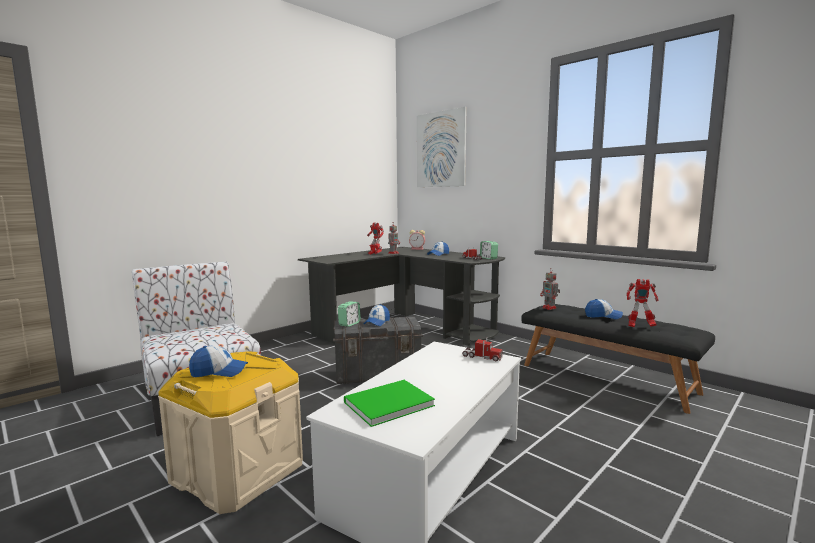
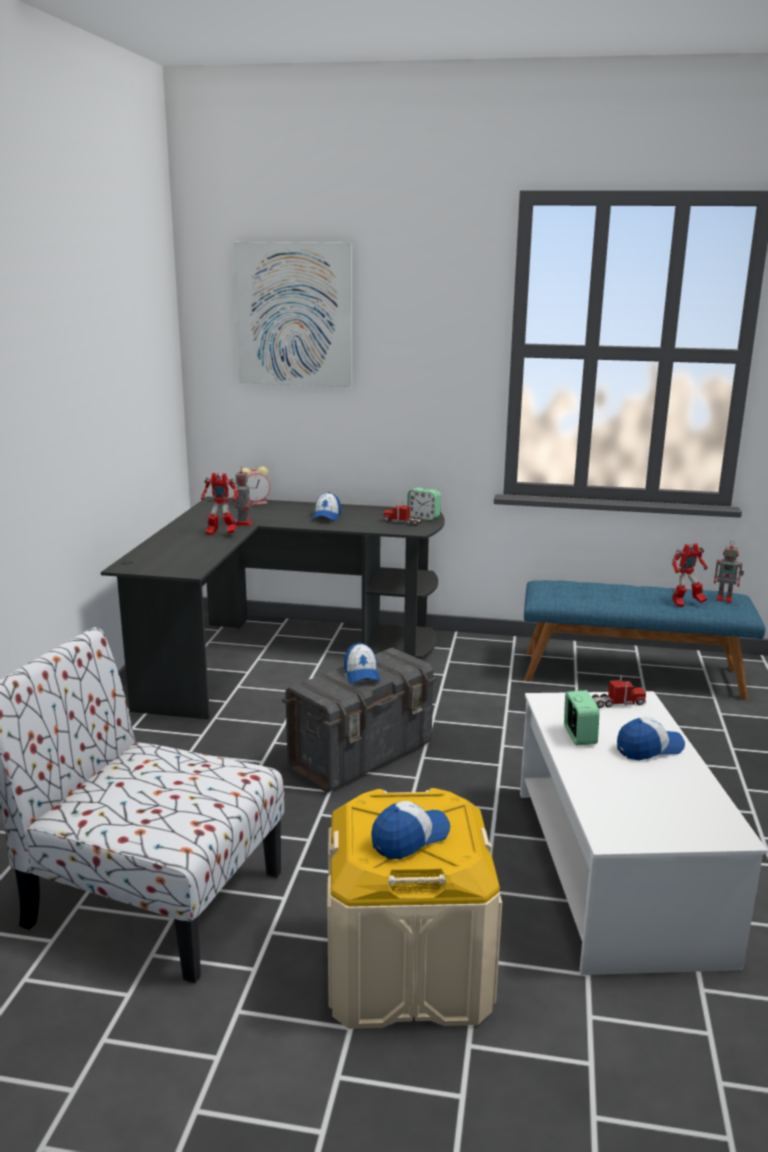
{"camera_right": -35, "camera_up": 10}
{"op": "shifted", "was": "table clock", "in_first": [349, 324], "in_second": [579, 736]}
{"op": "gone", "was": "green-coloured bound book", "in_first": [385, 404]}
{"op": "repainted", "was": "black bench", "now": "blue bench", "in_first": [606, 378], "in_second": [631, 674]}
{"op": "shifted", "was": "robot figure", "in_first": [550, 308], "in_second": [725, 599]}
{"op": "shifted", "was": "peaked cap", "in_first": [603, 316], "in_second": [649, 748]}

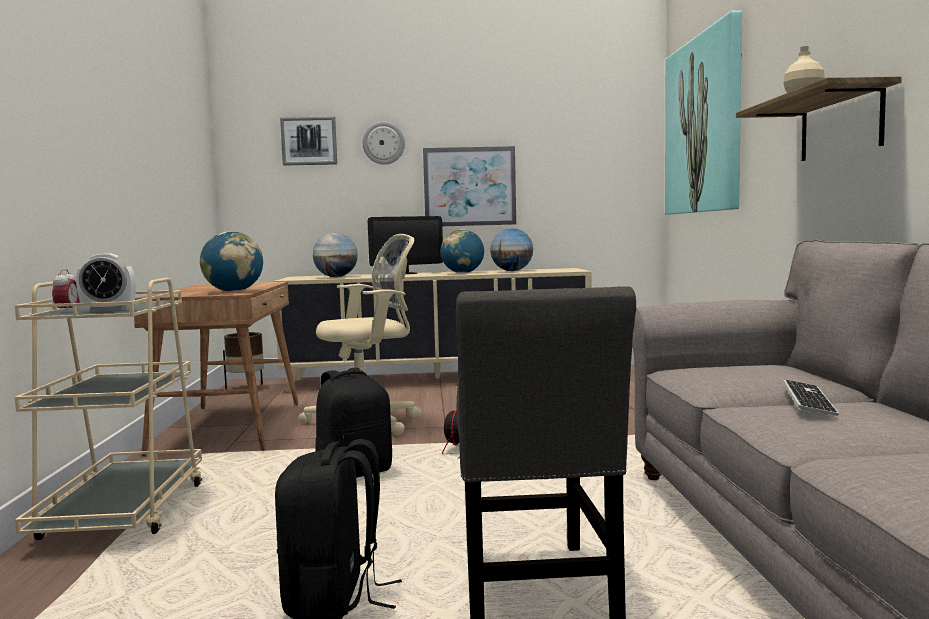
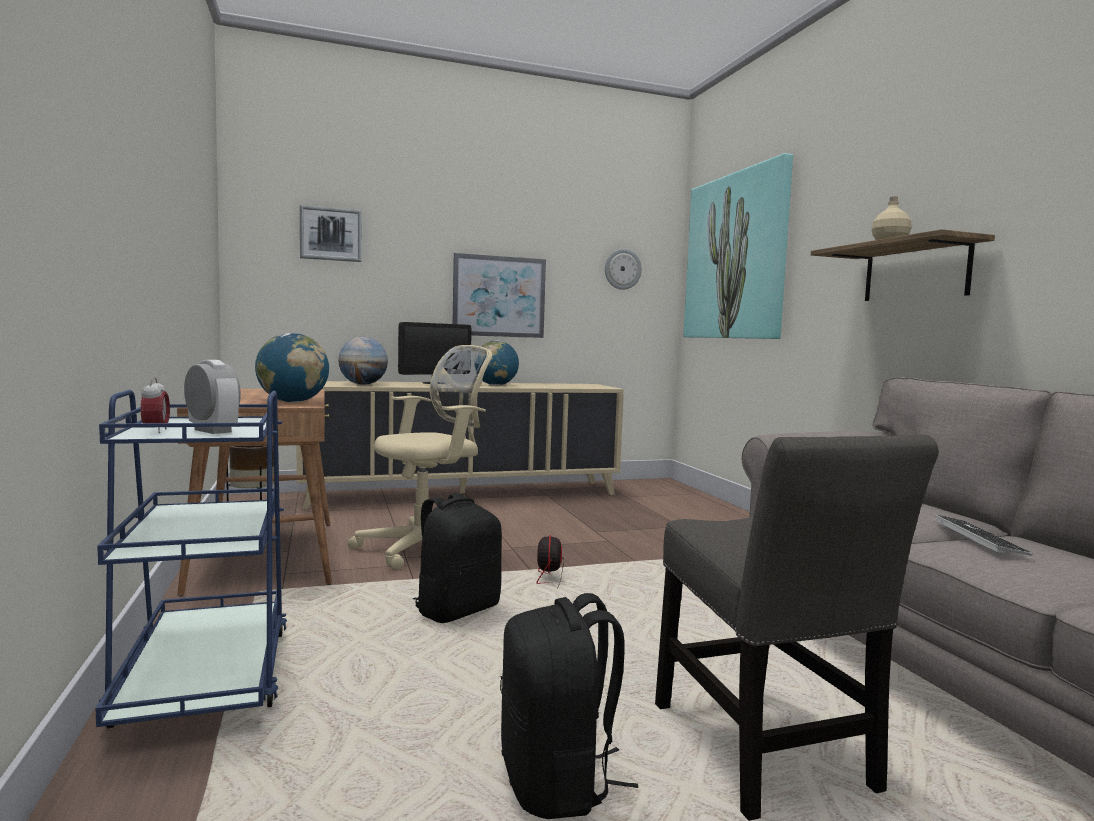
{"camera_right": -15, "camera_up": 0}
{"op": "repainted", "was": "beige wheeled cart", "now": "blue wheeled cart", "in_first": [123, 512], "in_second": [206, 678]}
{"op": "rotated", "was": "table clock", "in_first": [108, 310], "in_second": [212, 431], "clockwise": -120}
{"op": "shifted", "was": "clock on the wall", "in_first": [383, 143], "in_second": [622, 269]}
{"op": "gone", "was": "globe", "in_first": [511, 271]}

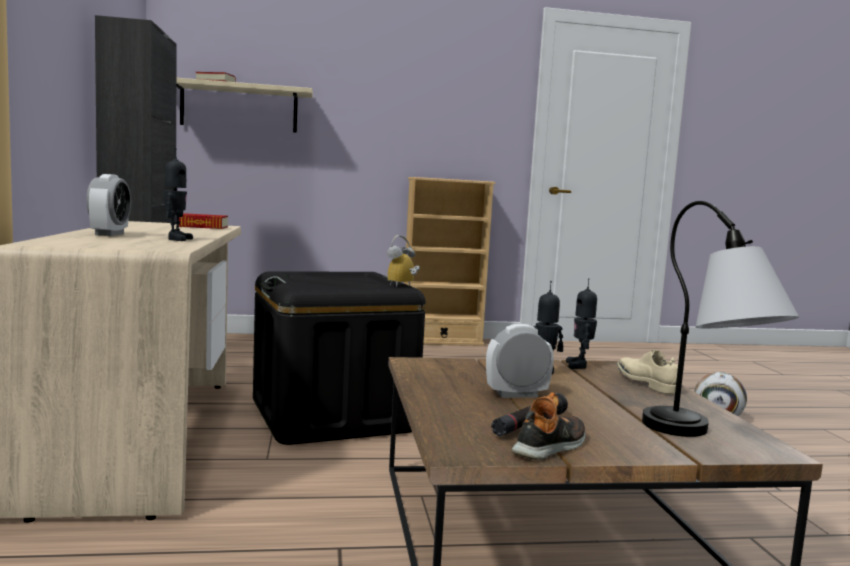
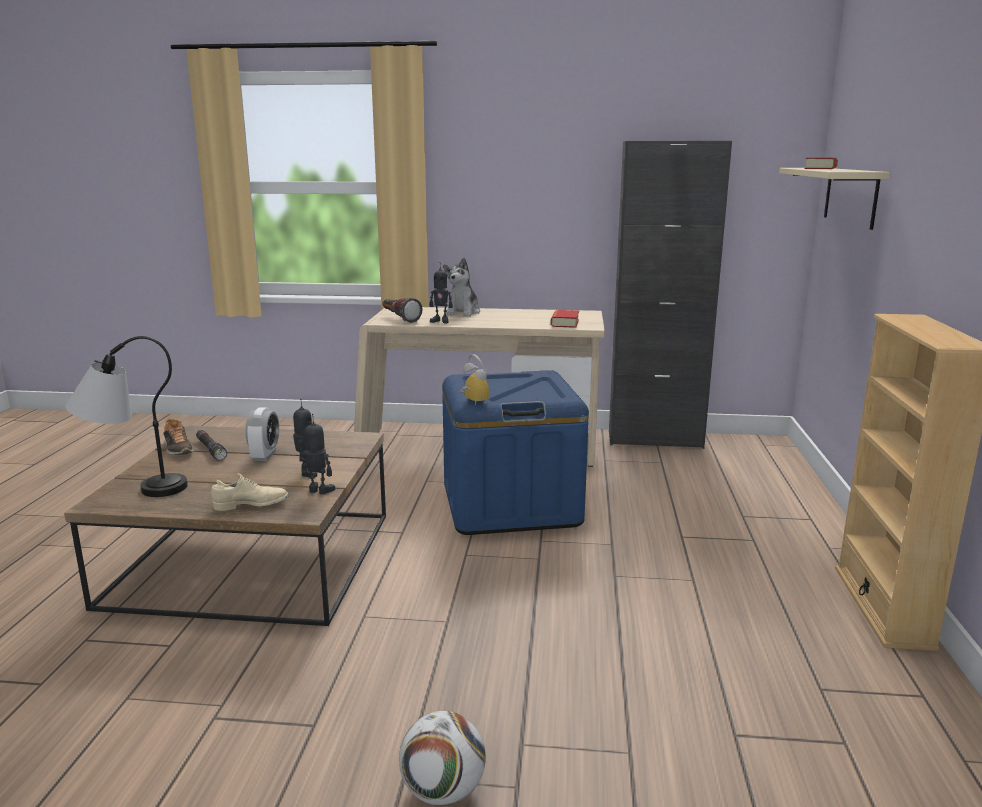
{"camera_right": 105, "camera_up": 10}
{"op": "swapped", "was": "table clock", "now": "soft toy", "in_first": [109, 234], "in_second": [463, 312]}
{"op": "repainted", "was": "black storage container", "now": "blue storage container", "in_first": [332, 415], "in_second": [510, 505]}
{"op": "new", "now": "flashlight", "in_second": [399, 319]}

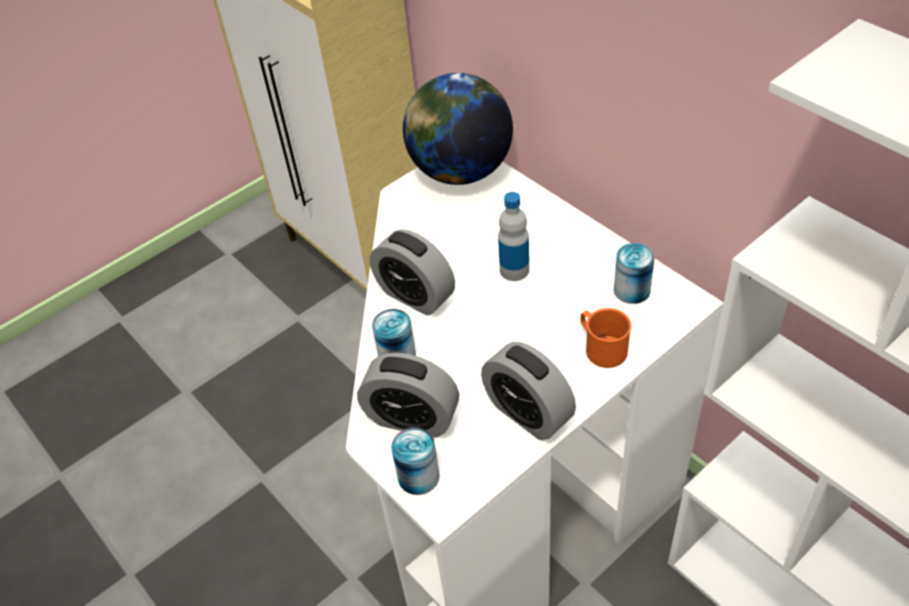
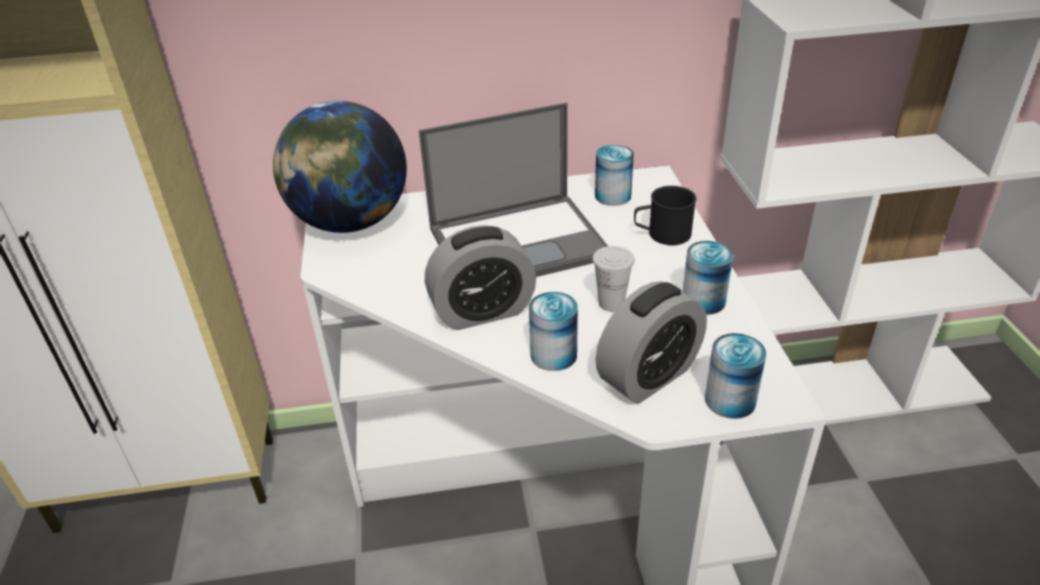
{"camera_right": -60, "camera_up": -10}
{"op": "swapped", "was": "table clock", "now": "metal can", "in_first": [528, 413], "in_second": [703, 300]}
{"op": "swapped", "was": "beverage bottle", "now": "notebook computer", "in_first": [514, 270], "in_second": [520, 242]}
{"op": "repainted", "was": "orange mug", "now": "black mug", "in_first": [601, 347], "in_second": [662, 234]}
{"op": "new", "now": "white-coloured small cup", "in_second": [611, 303]}

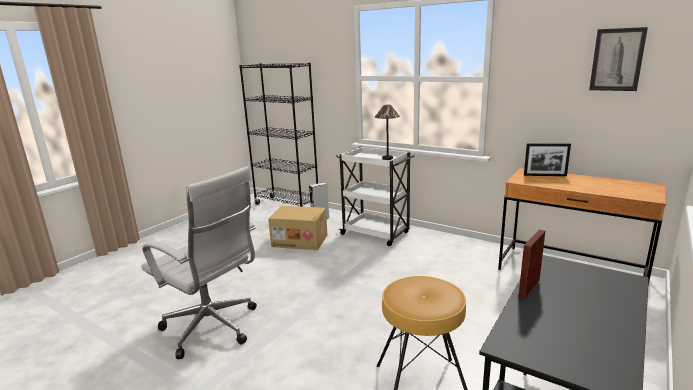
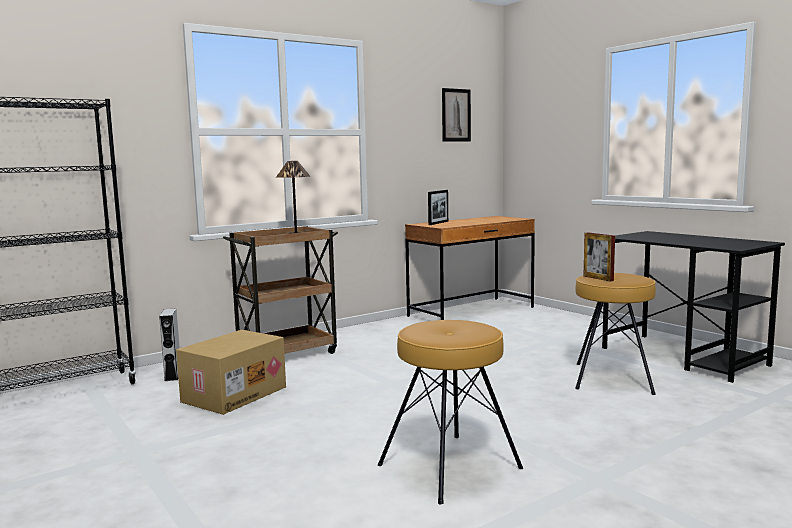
{"camera_right": -70, "camera_up": -10}
{"op": "swapped", "was": "white-coloured desk chair", "now": "brown-coloured stool seat", "in_first": [213, 329], "in_second": [450, 467]}
{"op": "repainted", "was": "white-coloured wheeled cart", "now": "brown-coloured wheeled cart", "in_first": [376, 234], "in_second": [287, 354]}
{"op": "shifted", "was": "standing frame", "in_first": [529, 288], "in_second": [598, 278]}

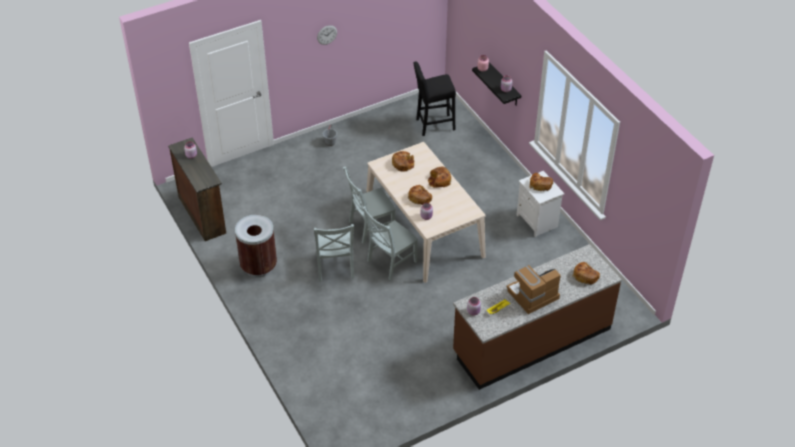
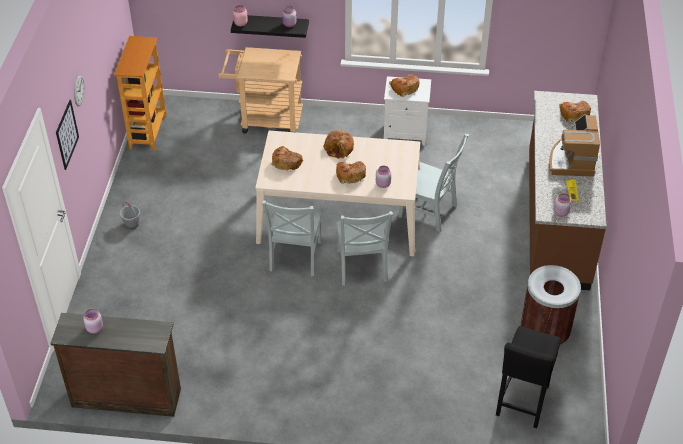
{"camera_right": -55, "camera_up": 0}
{"op": "shifted", "was": "brown-coloured rubbish bin", "in_first": [259, 266], "in_second": [544, 333]}
{"op": "shifted", "was": "greyish chair", "in_first": [334, 267], "in_second": [430, 212]}
{"op": "shifted", "was": "black stool seat", "in_first": [433, 125], "in_second": [522, 403]}
{"op": "new", "now": "wall picture", "in_second": [67, 134]}
{"op": "new", "now": "shelving unit", "in_second": [147, 132]}
{"op": "new", "now": "beige wheeled cart", "in_second": [265, 120]}

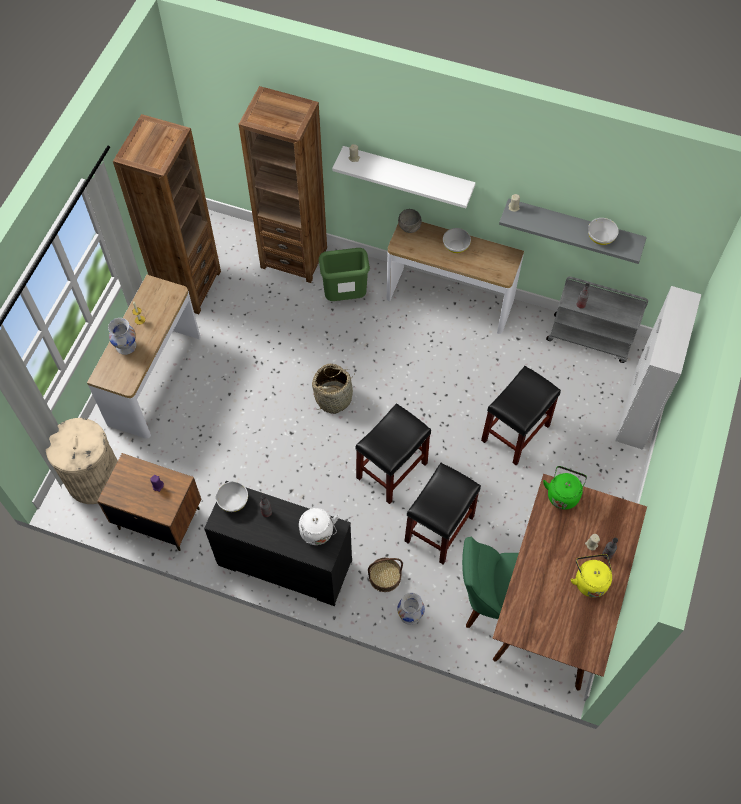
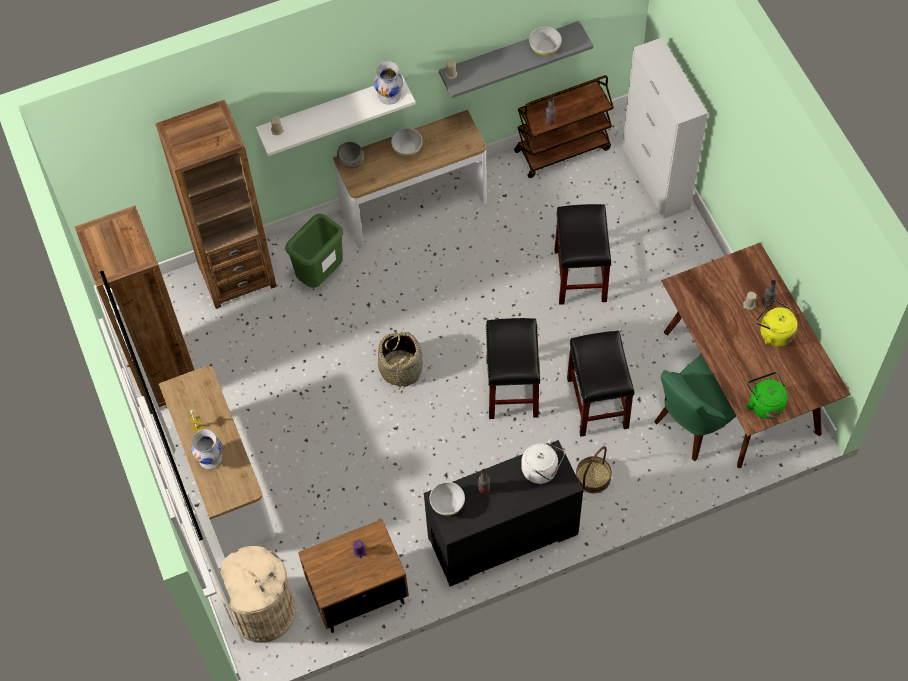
{"camera_right": -40, "camera_up": 0}
{"op": "shifted", "was": "white-coloured flower vase", "in_first": [410, 615], "in_second": [390, 95]}
{"op": "shifted", "was": "green-coloured water kettle", "in_first": [563, 494], "in_second": [764, 403]}
{"op": "repainted", "was": "greyish wheeled cart", "now": "brown-coloured wheeled cart", "in_first": [590, 338], "in_second": [562, 149]}

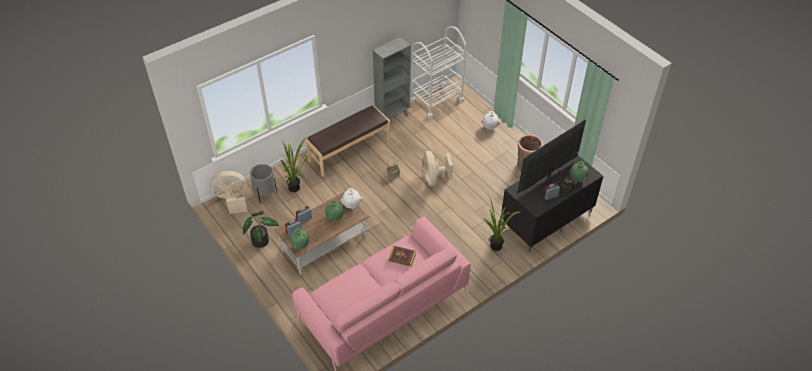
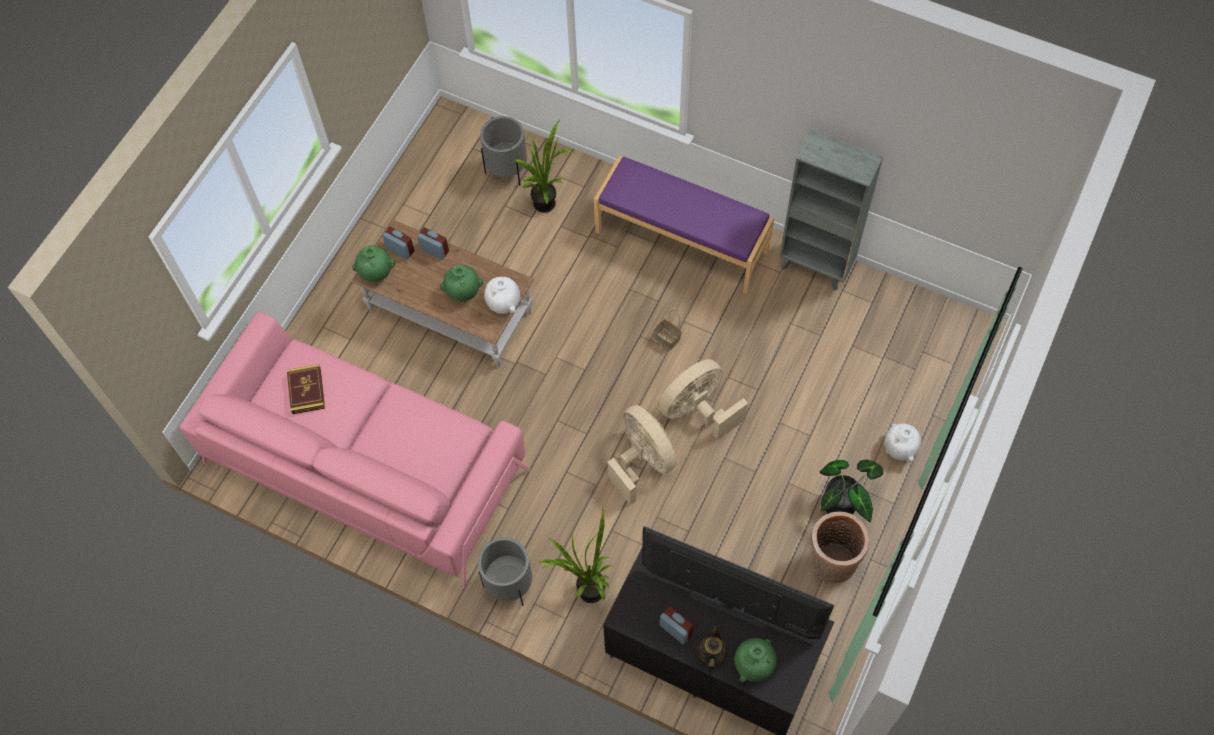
{"camera_right": 65, "camera_up": 15}
{"op": "shifted", "was": "beige fan", "in_first": [232, 200], "in_second": [643, 461]}
{"op": "shifted", "was": "potted plant", "in_first": [261, 239], "in_second": [844, 503]}
{"op": "repainted", "was": "brown-coloured bench", "now": "purple-coloured bench", "in_first": [349, 150], "in_second": [682, 240]}
{"op": "shifted", "was": "bound book", "in_first": [402, 257], "in_second": [306, 390]}
{"op": "gone", "was": "white-coloured wheeled cart", "in_first": [436, 101]}
{"op": "new", "now": "greyish planter", "in_second": [509, 585]}

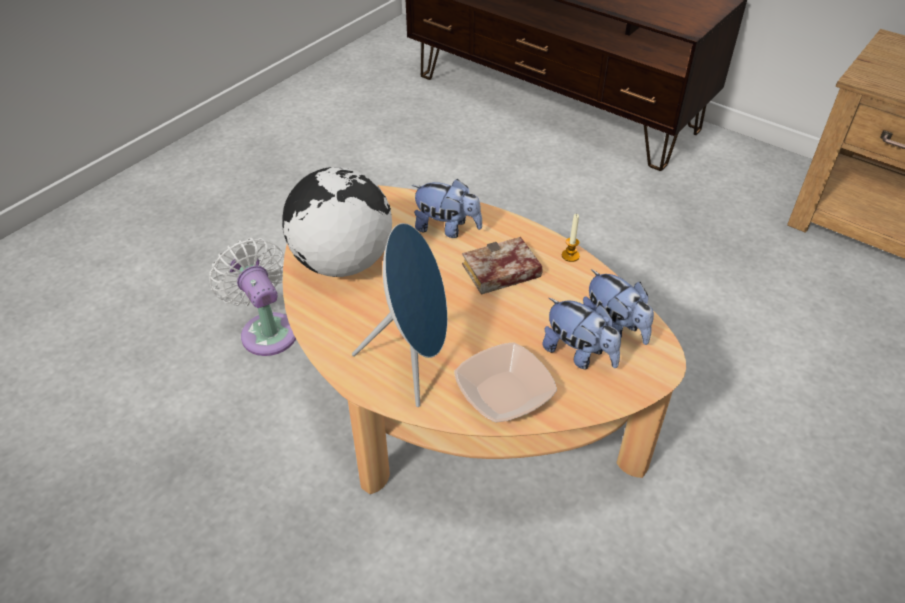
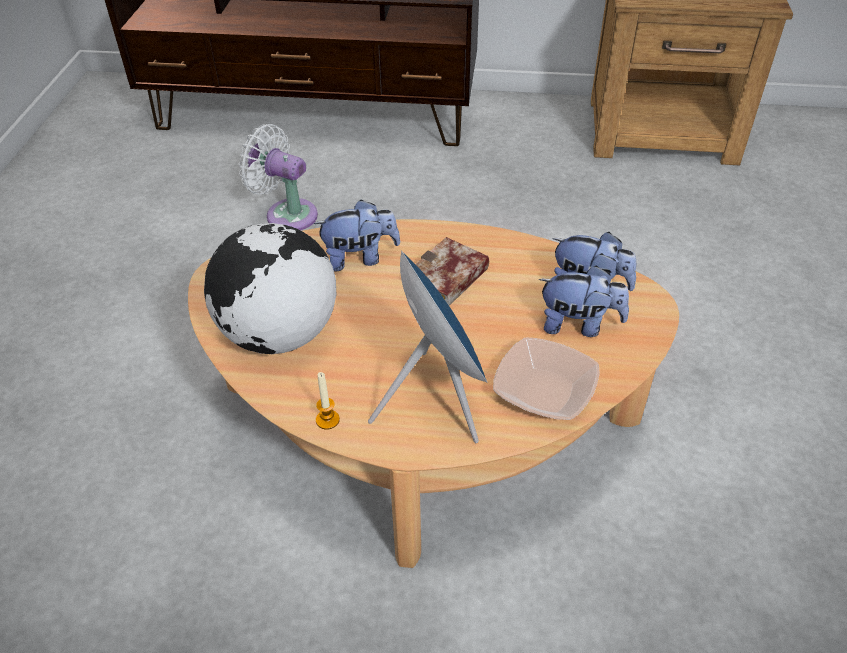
{"camera_right": -30, "camera_up": 0}
{"op": "shifted", "was": "white-coloured fan", "in_first": [267, 330], "in_second": [287, 214]}
{"op": "shifted", "was": "wax light", "in_first": [570, 256], "in_second": [327, 420]}

